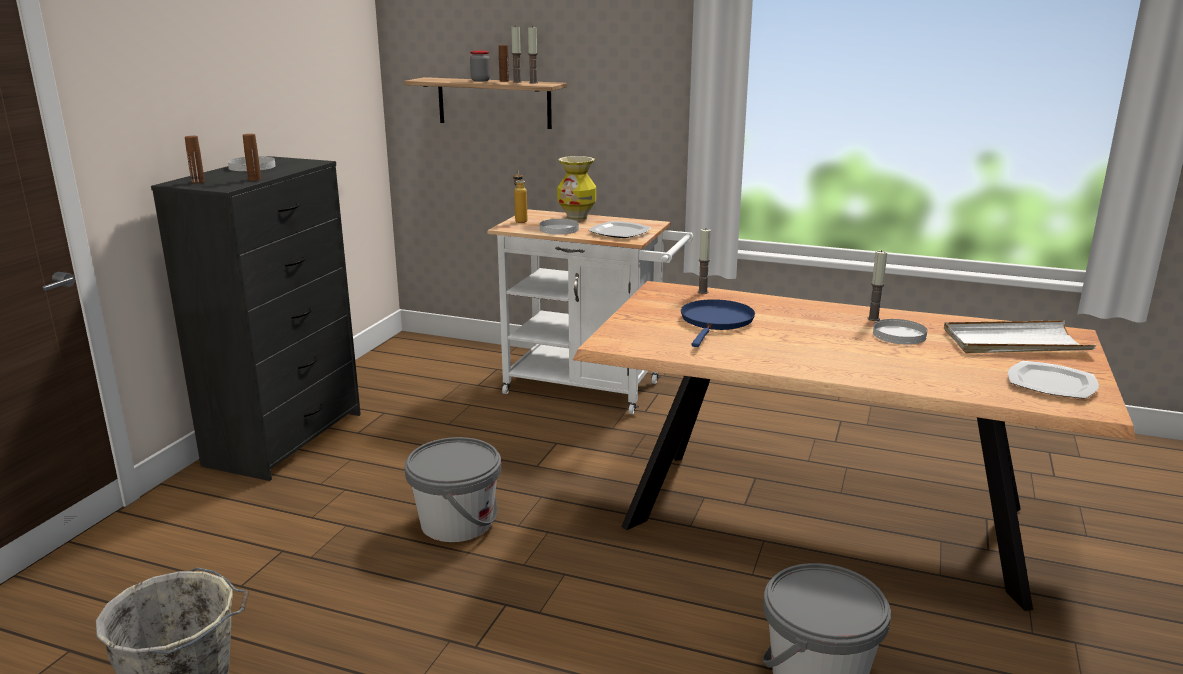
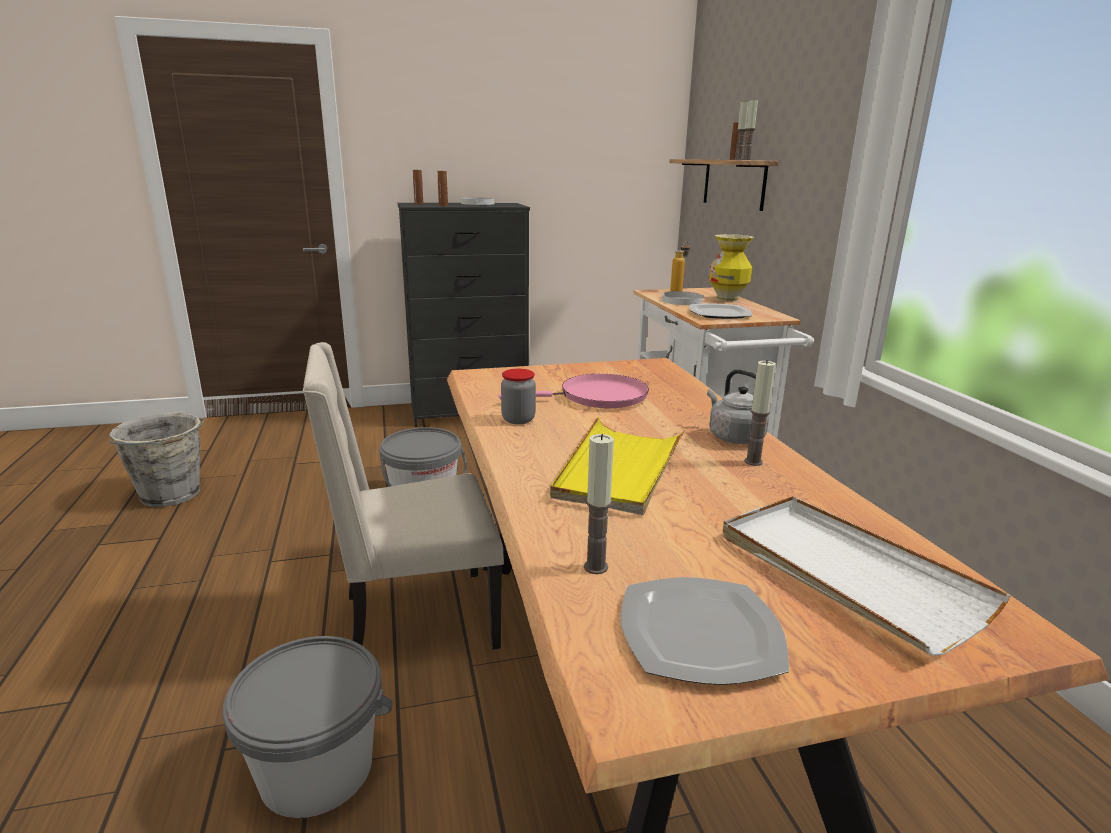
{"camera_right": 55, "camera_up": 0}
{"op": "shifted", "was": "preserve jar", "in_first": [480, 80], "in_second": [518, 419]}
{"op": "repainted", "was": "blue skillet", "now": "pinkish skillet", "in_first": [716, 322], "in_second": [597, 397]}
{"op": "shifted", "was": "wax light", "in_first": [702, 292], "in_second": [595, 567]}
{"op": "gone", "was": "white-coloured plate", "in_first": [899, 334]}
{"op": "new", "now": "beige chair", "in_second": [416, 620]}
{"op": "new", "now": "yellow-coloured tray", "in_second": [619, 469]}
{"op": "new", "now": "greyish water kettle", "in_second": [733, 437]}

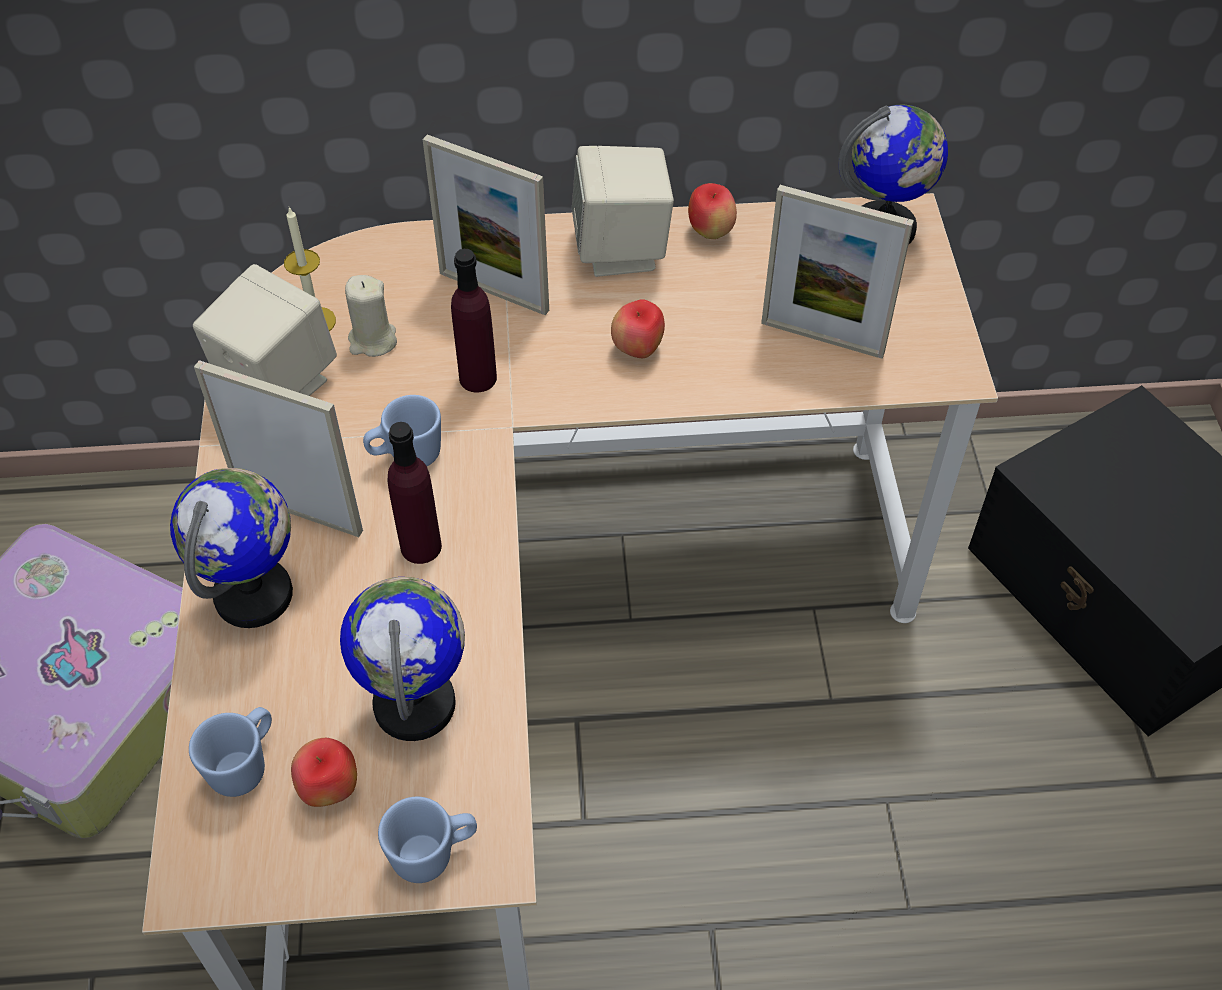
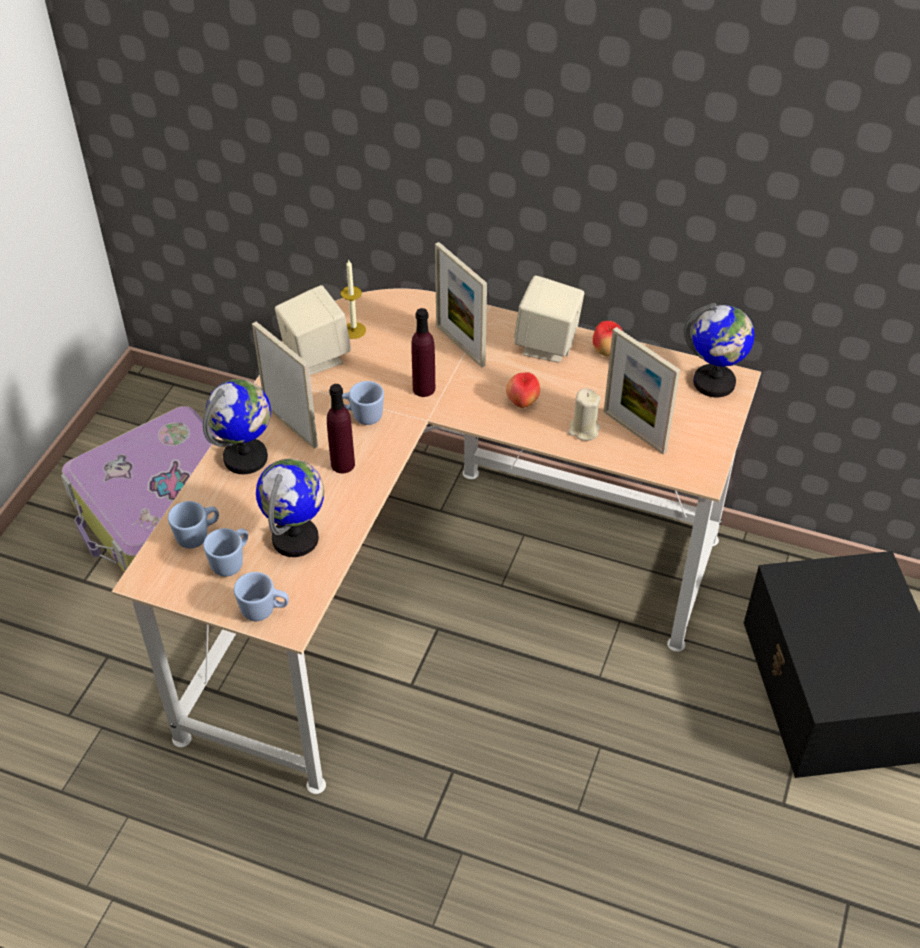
{"camera_right": 25, "camera_up": -5}
{"op": "swapped", "was": "apple", "now": "blue mug", "in_first": [329, 789], "in_second": [231, 562]}
{"op": "shifted", "was": "beige wax light", "in_first": [372, 341], "in_second": [583, 430]}

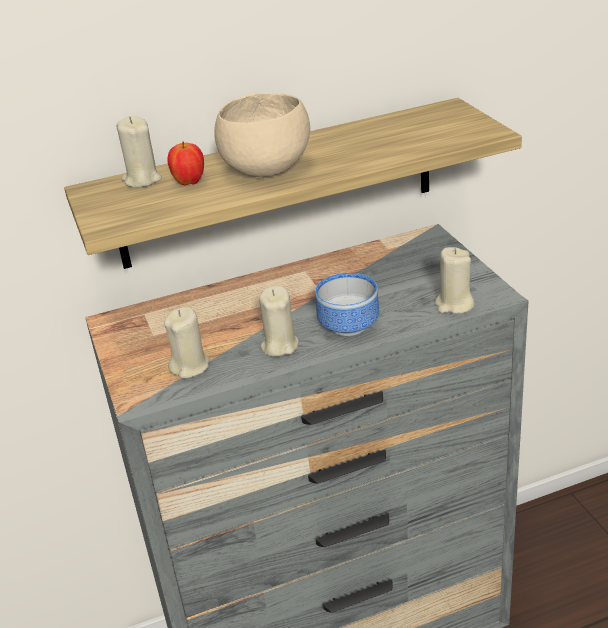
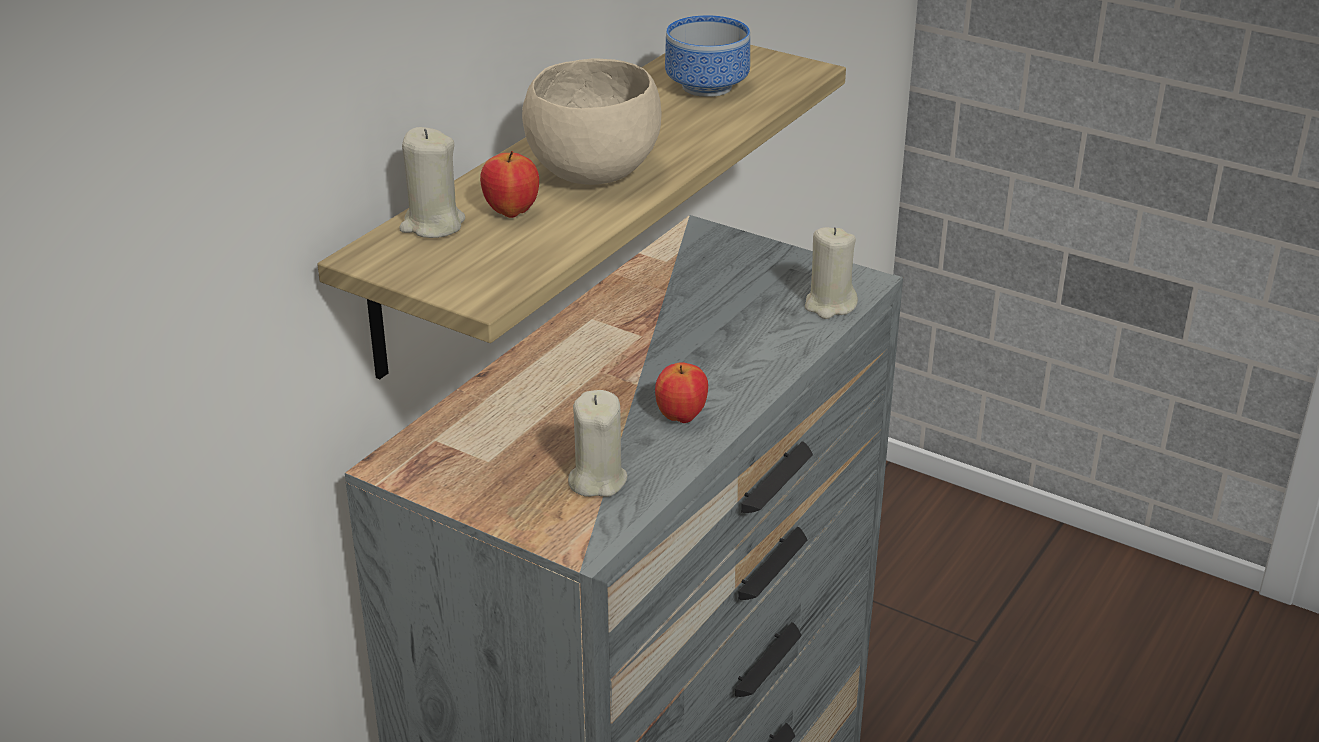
{"camera_right": -40, "camera_up": 0}
{"op": "swapped", "was": "beige wax light", "now": "apple", "in_first": [279, 346], "in_second": [681, 417]}
{"op": "shifted", "was": "bowl", "in_first": [351, 325], "in_second": [710, 86]}

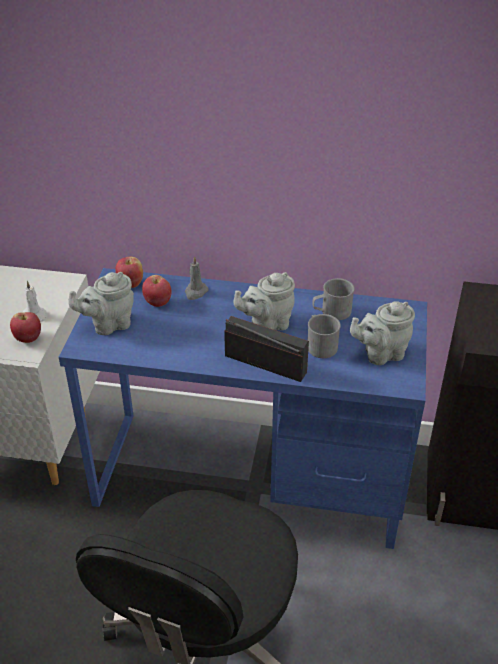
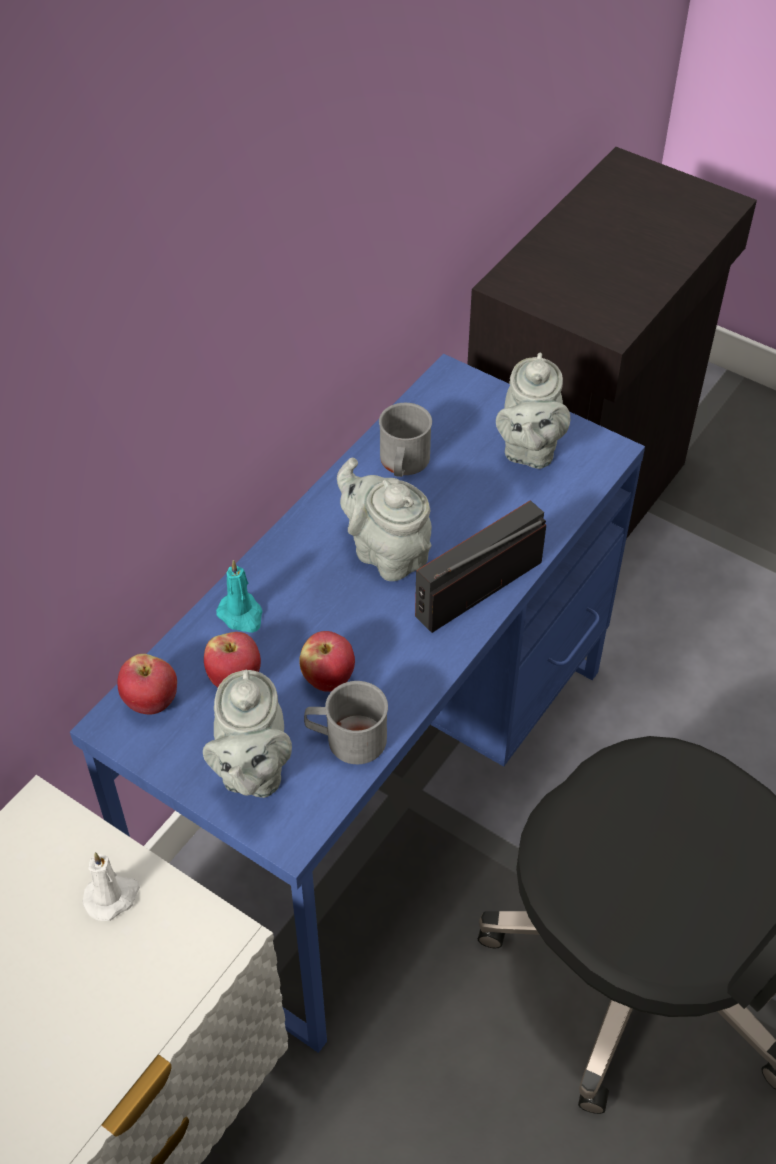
{"camera_right": -65, "camera_up": 10}
{"op": "shifted", "was": "apple", "in_first": [28, 338], "in_second": [327, 678]}
{"op": "repainted", "was": "greyish wax light", "now": "turquoise-coloured wax light", "in_first": [195, 292], "in_second": [241, 615]}
{"op": "rotated", "was": "greyish tea pot", "in_first": [266, 324], "in_second": [386, 552], "clockwise": 135}
{"op": "shifted", "was": "greyish mug", "in_first": [320, 344], "in_second": [347, 739]}

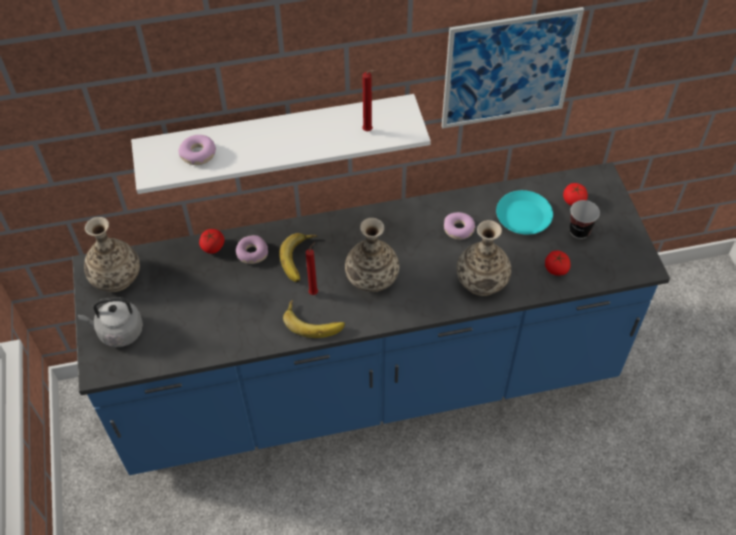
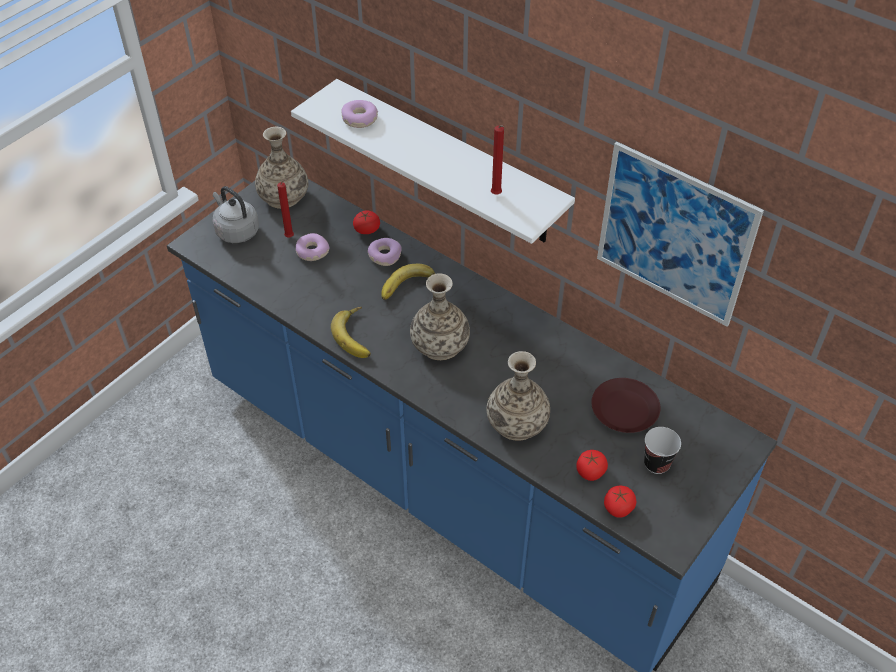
{"camera_right": 50, "camera_up": -5}
{"op": "shifted", "was": "reddish wax light", "in_first": [314, 292], "in_second": [291, 237]}
{"op": "shifted", "was": "doughnut", "in_first": [458, 229], "in_second": [312, 252]}
{"op": "repainted", "was": "turquoise-coloured plate", "now": "brown-coloured plate", "in_first": [523, 216], "in_second": [625, 410]}
{"op": "shifted", "was": "whole tomato", "in_first": [573, 200], "in_second": [618, 507]}

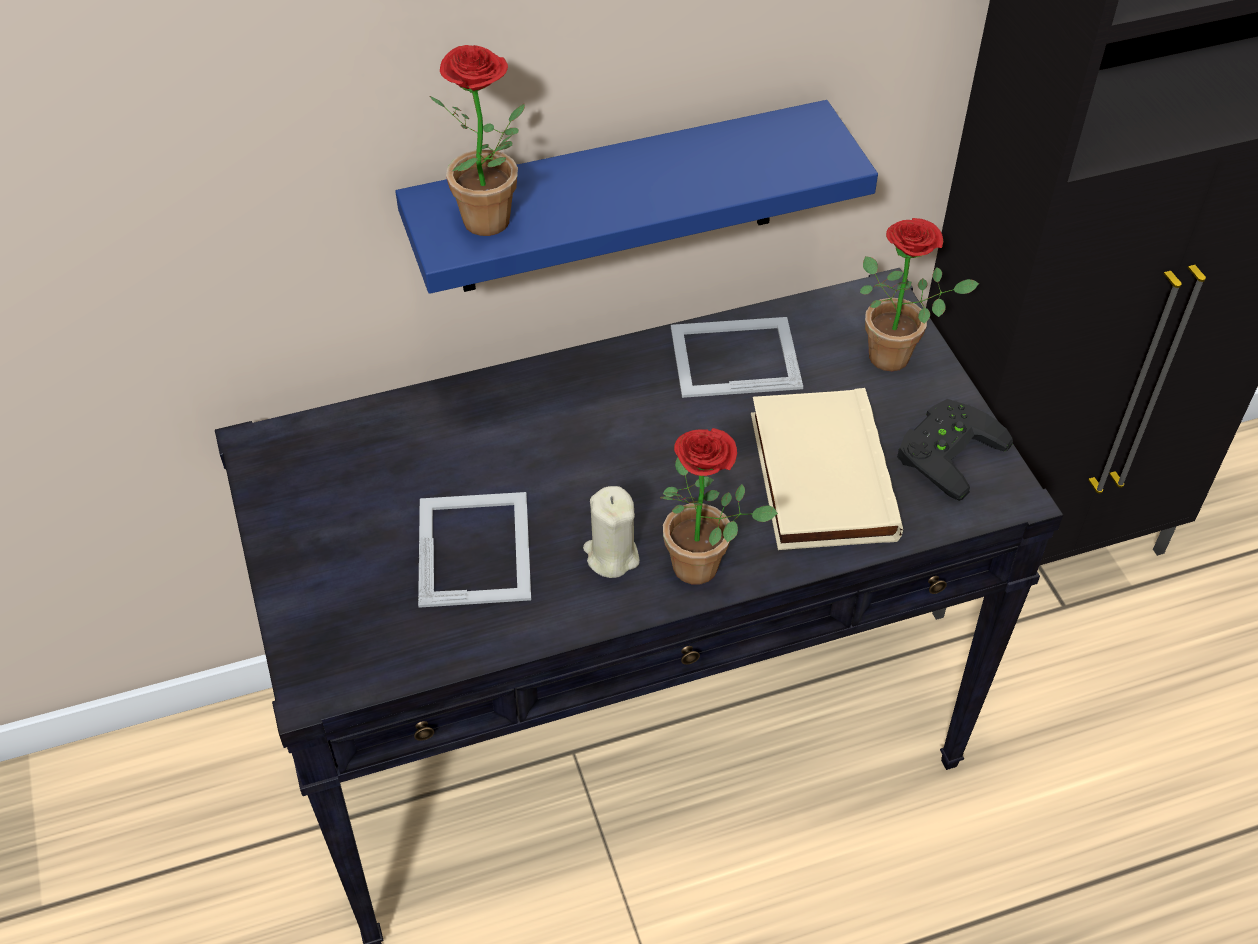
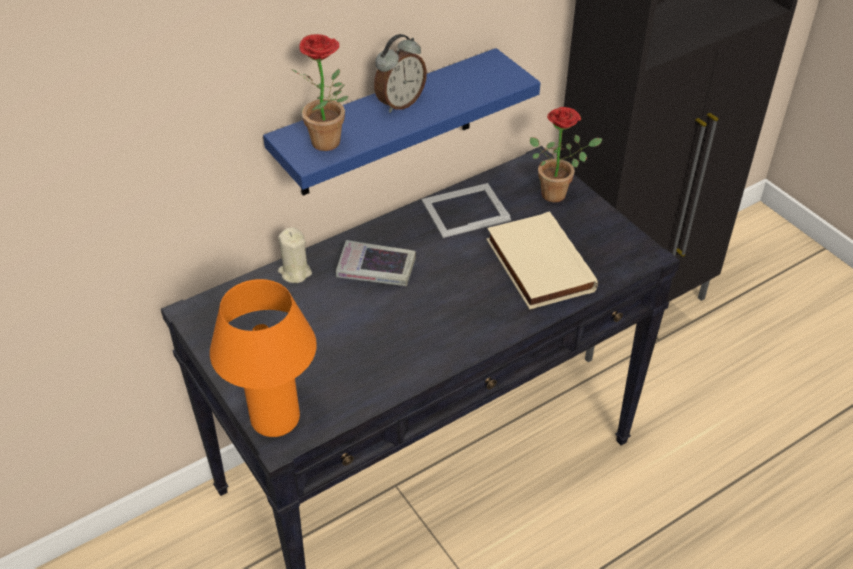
{"camera_right": -15, "camera_up": -5}
{"op": "gone", "was": "standing frame", "in_first": [475, 547]}
{"op": "shifted", "was": "beige wax light", "in_first": [611, 556], "in_second": [295, 272]}
{"op": "gone", "was": "potted plant", "in_first": [706, 567]}
{"op": "gone", "was": "black joypad", "in_first": [944, 449]}
{"op": "new", "now": "orange lamp for a table", "in_second": [275, 419]}
{"op": "new", "now": "bound book", "in_second": [376, 269]}
{"op": "new", "now": "table clock", "in_second": [399, 103]}

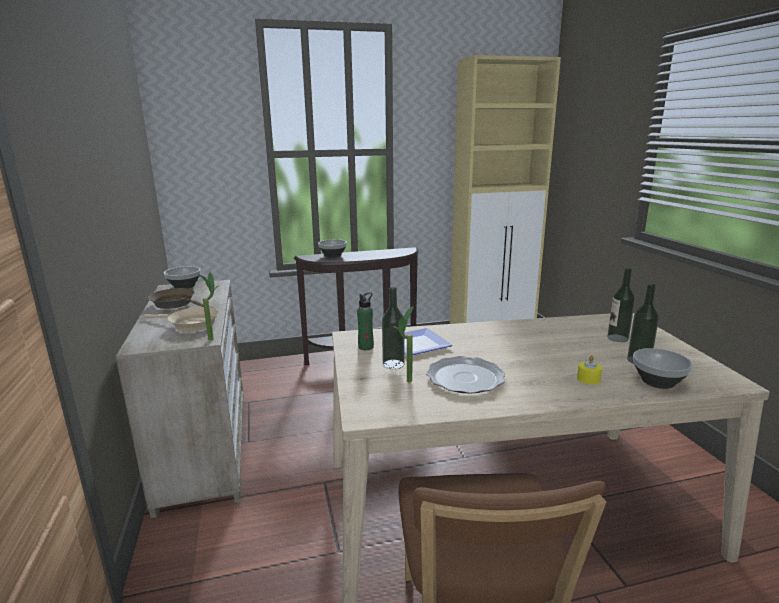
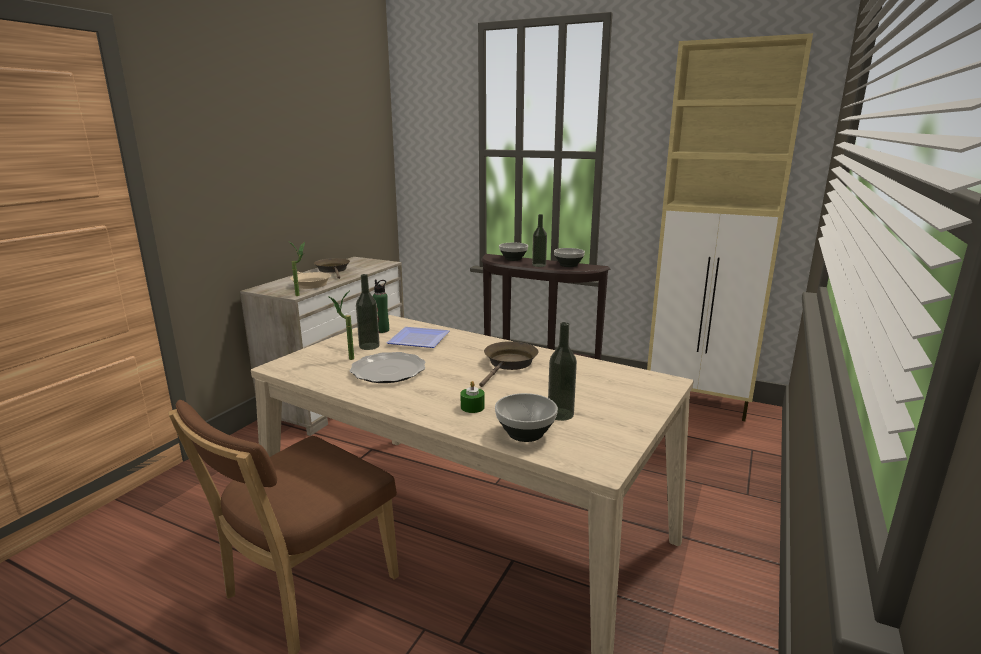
{"camera_right": 40, "camera_up": 0}
{"op": "shifted", "was": "bowl", "in_first": [184, 286], "in_second": [568, 265]}
{"op": "repainted", "was": "yellow-coloured wax light", "now": "green-coloured wax light", "in_first": [588, 379], "in_second": [472, 407]}
{"op": "shifted", "was": "beverage bottle", "in_first": [617, 338], "in_second": [539, 265]}
{"op": "new", "now": "brown-coloured skillet", "in_second": [509, 364]}

